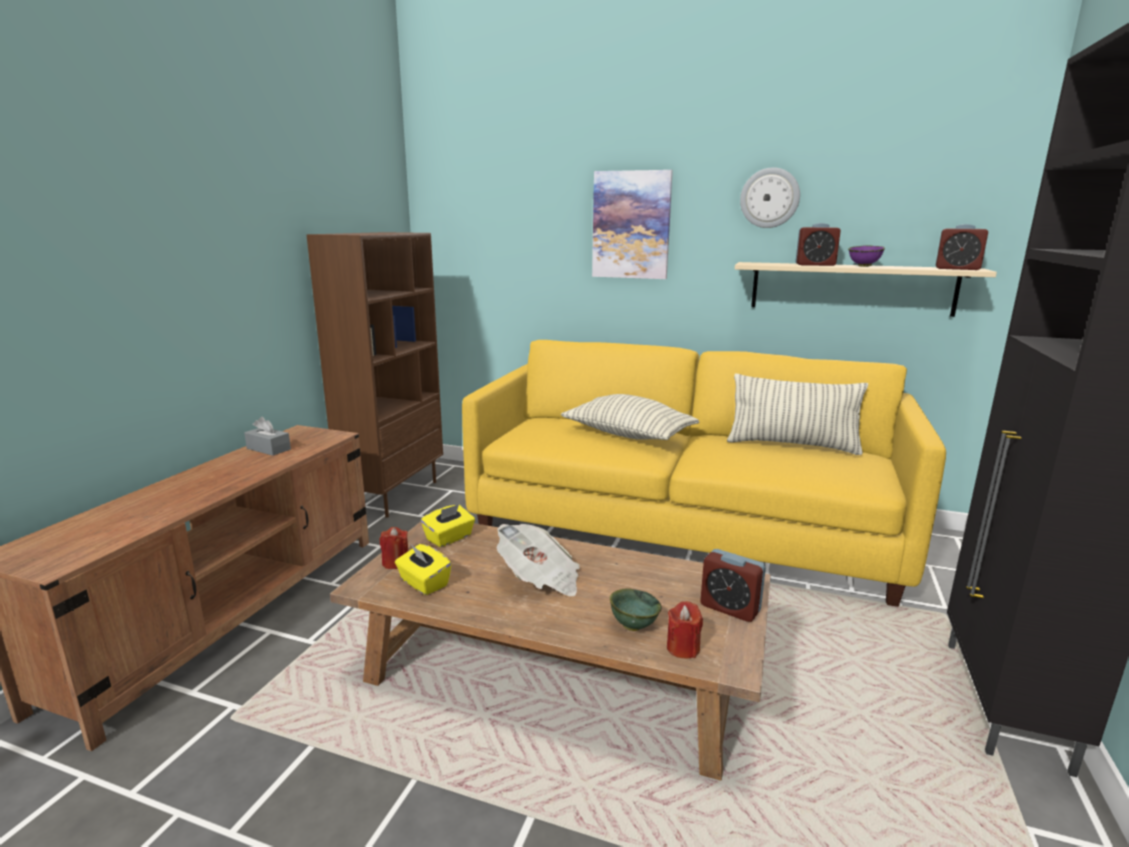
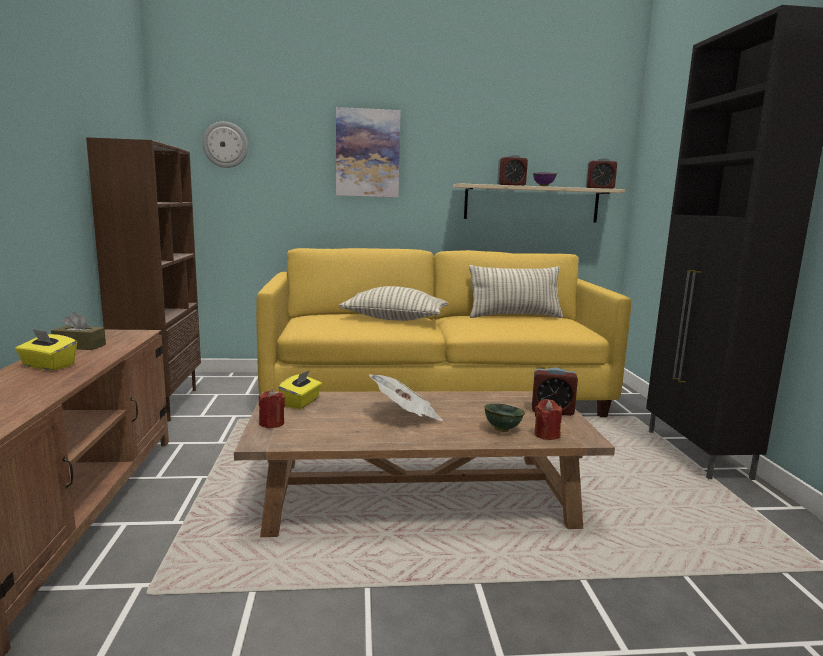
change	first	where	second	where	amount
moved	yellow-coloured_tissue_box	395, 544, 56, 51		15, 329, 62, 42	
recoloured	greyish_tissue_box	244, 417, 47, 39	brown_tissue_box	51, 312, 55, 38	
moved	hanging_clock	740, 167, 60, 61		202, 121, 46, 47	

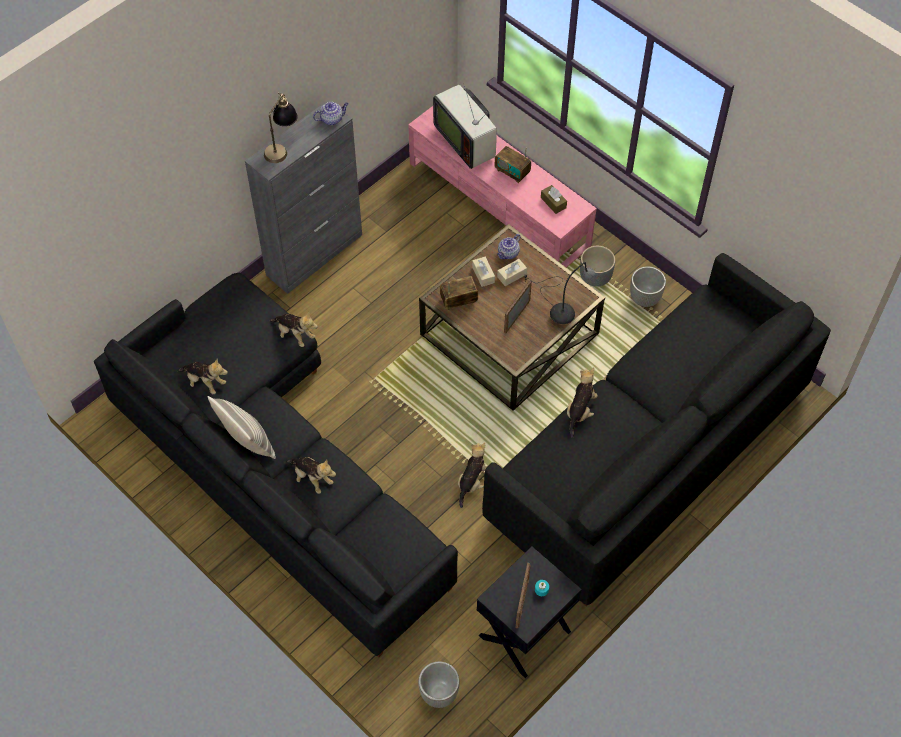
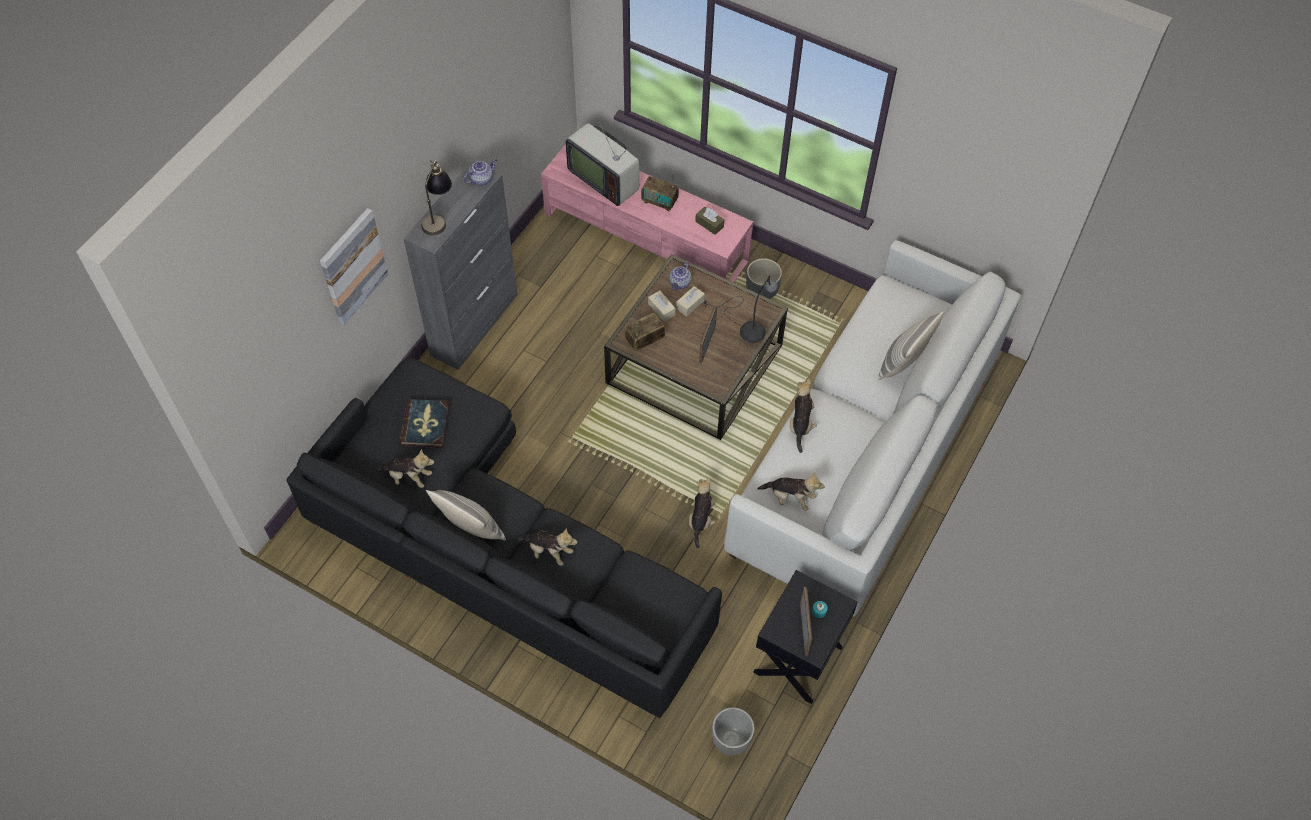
change	first	where	second	where	amount
added			picture	320, 208, 68, 117	
added			book	399, 399, 50, 49	
recoloured	blackish_sofa	482, 253, 349, 353	whitish_sofa	724, 240, 296, 377	
moved	plush_toy	270, 312, 48, 35		758, 472, 67, 39	
added			cushion	878, 312, 66, 68	
removed	flower_pot	630, 266, 36, 41			

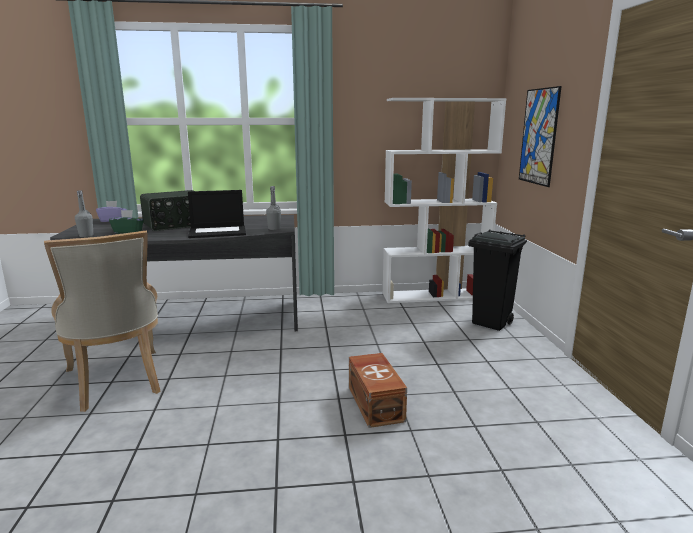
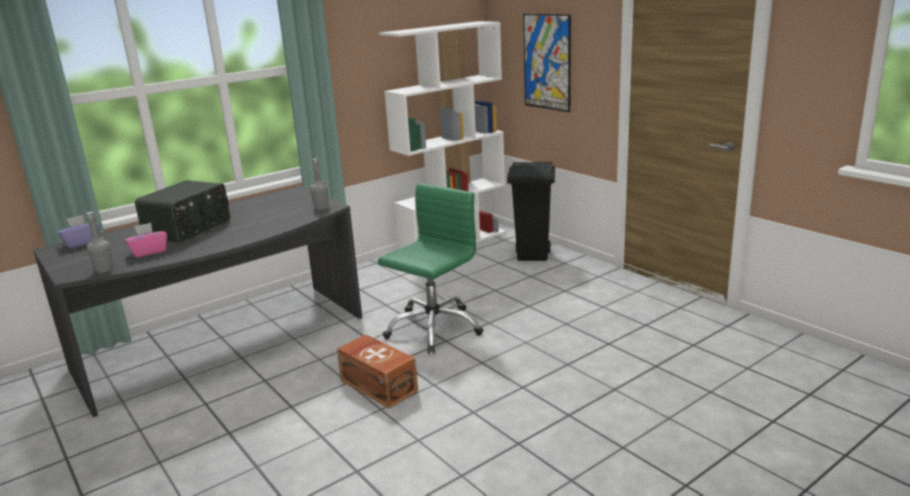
change	first	where	second	where	amount
recoloured	greenish_tissue_box	109, 210, 35, 24	pink_tissue_box	125, 223, 42, 35	
moved	brown_storage_box	349, 353, 58, 75		337, 334, 81, 74	
added			greenish_computer_chair	378, 183, 105, 171	
removed	beige_plain_chair	44, 231, 117, 181			
removed	notebook_computer	188, 190, 58, 48			

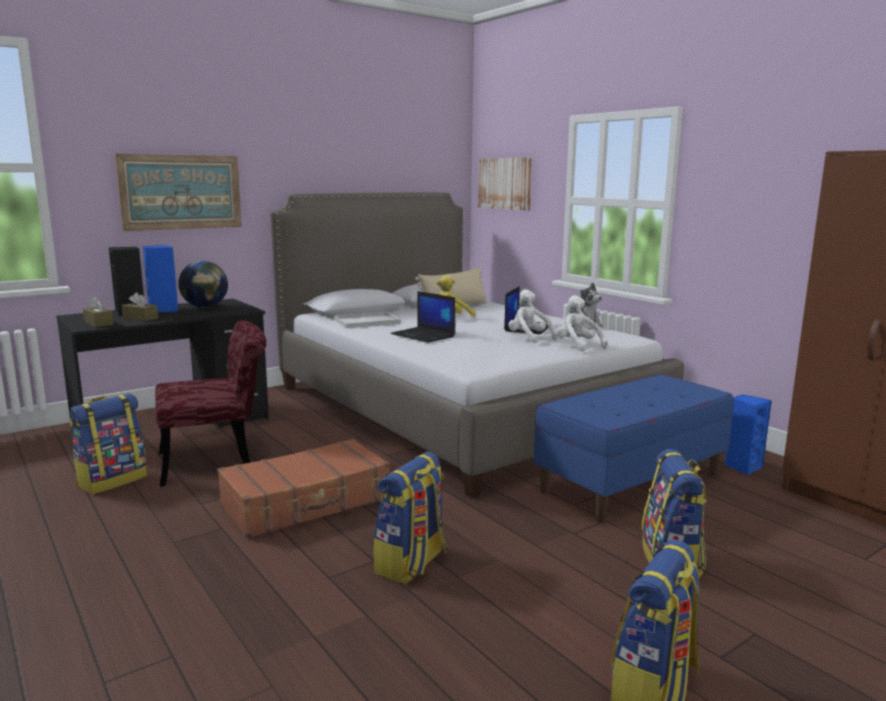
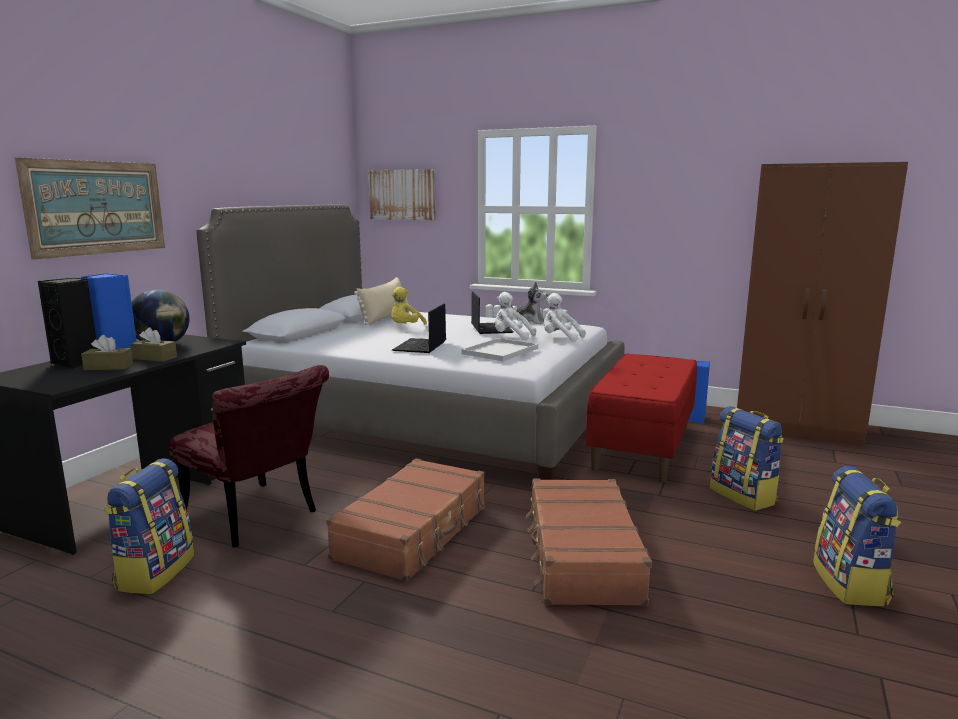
change	first	where	second	where	amount
moved	brown_tissue_box	83, 296, 30, 31		131, 327, 46, 35	
turned	reddish_plain_chair	155, 320, 111, 167		169, 365, 160, 182	90 degrees clockwise
turned	notebook_computer	390, 291, 65, 52		392, 303, 54, 50	90 degrees clockwise
moved	whitish_serving_tray	334, 312, 67, 16		462, 338, 76, 23	
replaced	backpack	373, 452, 74, 132	brown_piece_of_luggage	526, 479, 126, 127	
recoloured	bluish_bench	534, 374, 199, 149	reddish_bench	586, 353, 111, 129	

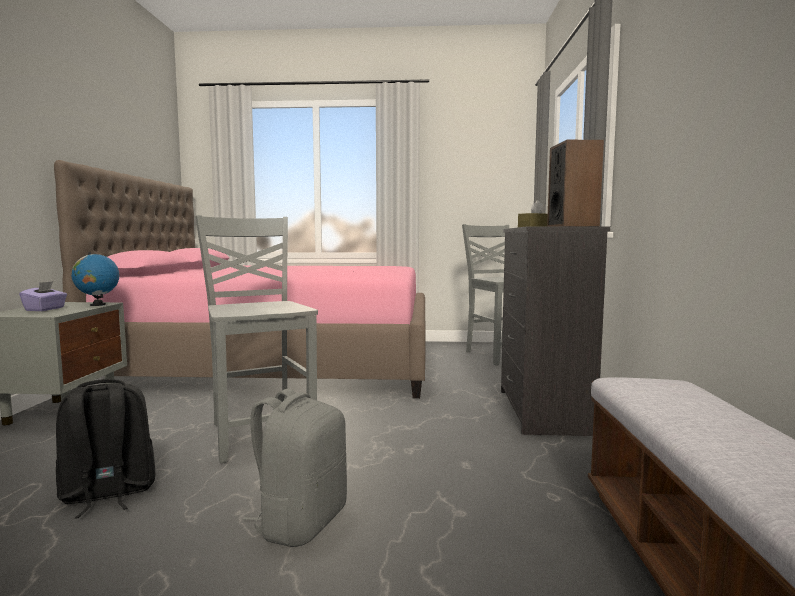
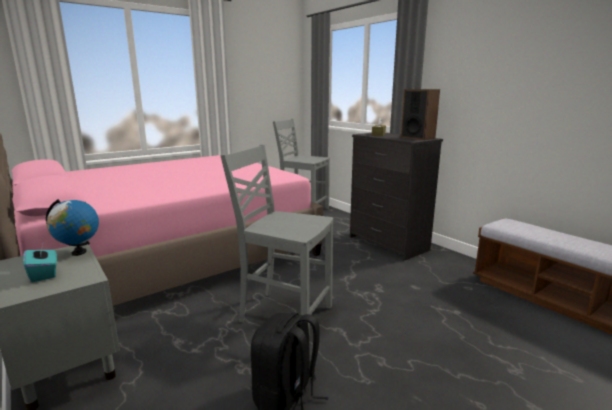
change	first	where	second	where	amount
recoloured	purple_tissue_box	19, 281, 48, 30	blue-green_tissue_box	23, 244, 34, 38	
removed	greyish_backpack	242, 389, 105, 158			

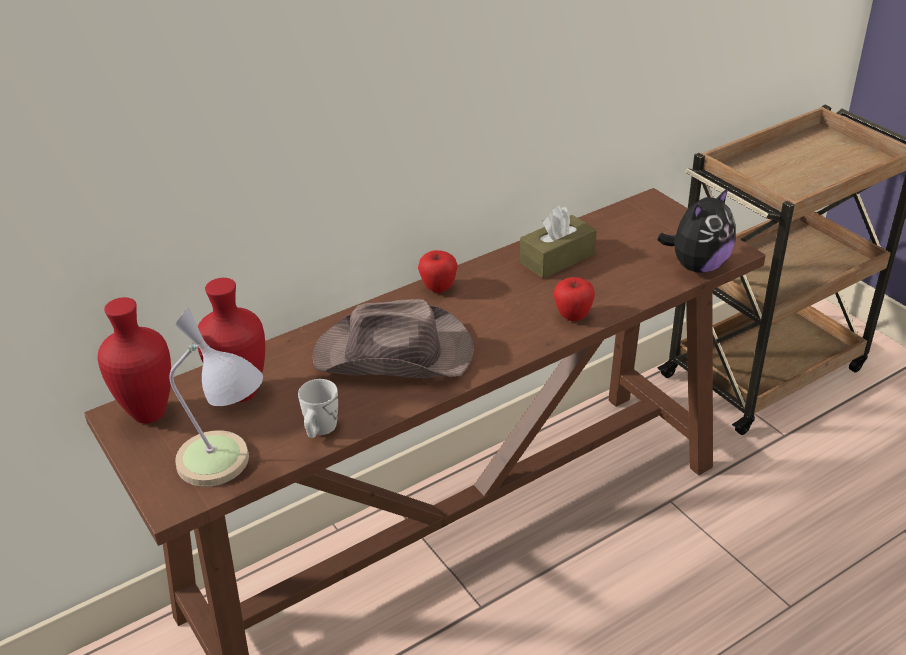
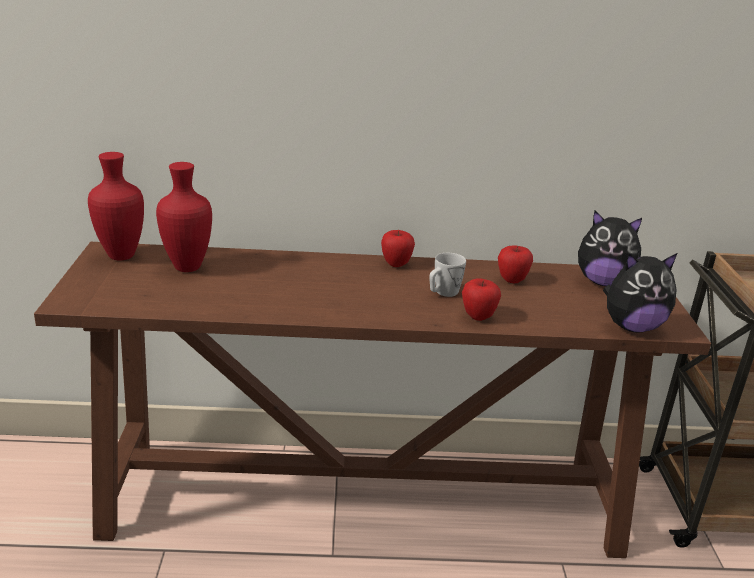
change	first	where	second	where	amount
moved	whitish_coffee_mug	298, 379, 40, 59		429, 253, 37, 44	
replaced	brown_tissue_box	520, 206, 77, 73	apple	498, 246, 35, 37	
added			plush_toy	578, 211, 64, 75	
removed	tabletop_lamp	169, 308, 94, 179			
removed	brown_hat	313, 299, 161, 79			

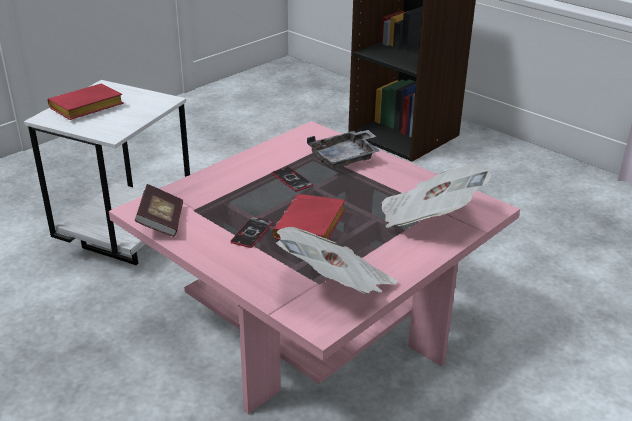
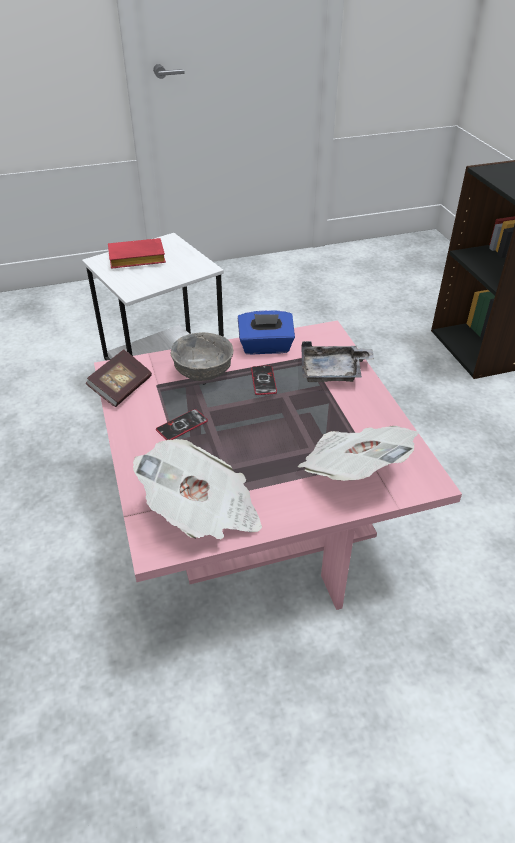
change	first	where	second	where	amount
added			greyish_bowl	171, 332, 62, 49	
added			bluish_tissue_box	238, 310, 57, 45	
removed	reddish_book	272, 194, 73, 46			

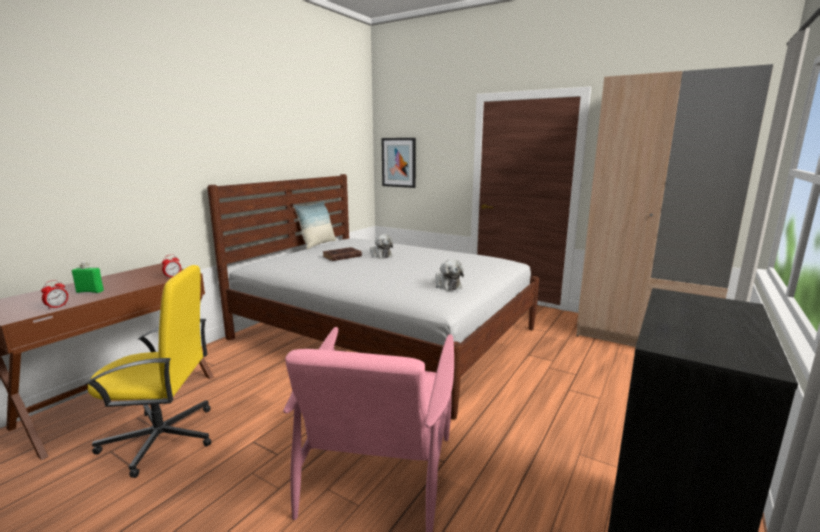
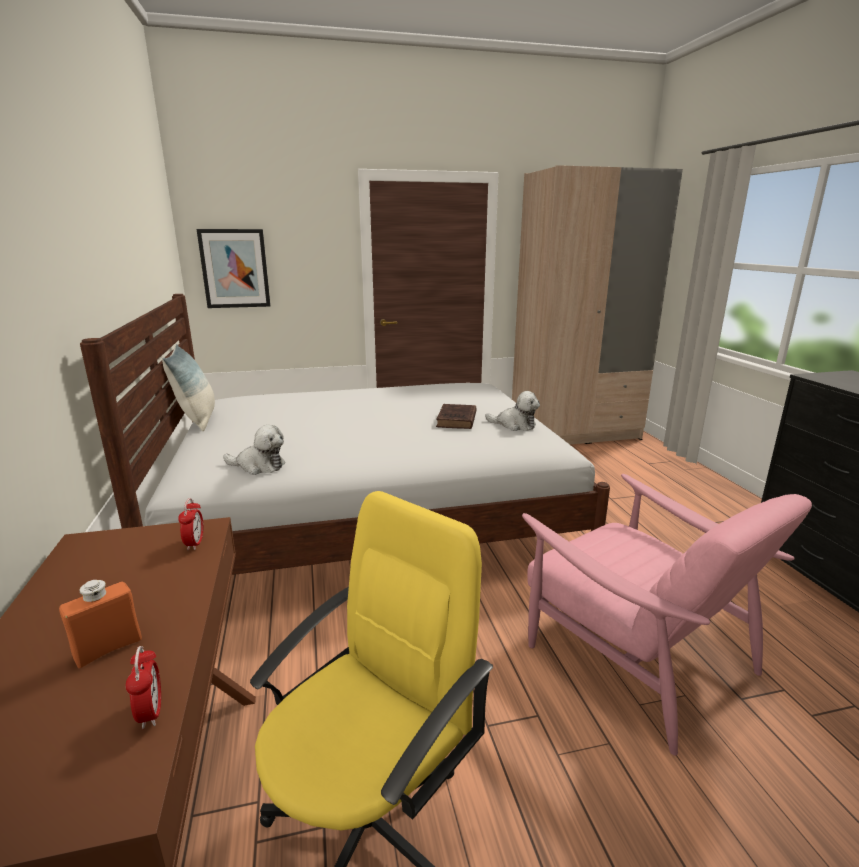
change	first	where	second	where	amount
recoloured	greenish_bottle	72, 262, 32, 31	orangey_bottle	59, 580, 83, 88	
moved	plush_toy	370, 234, 23, 25		223, 425, 62, 50	
moved	brown_book	322, 247, 40, 14		436, 404, 41, 25	

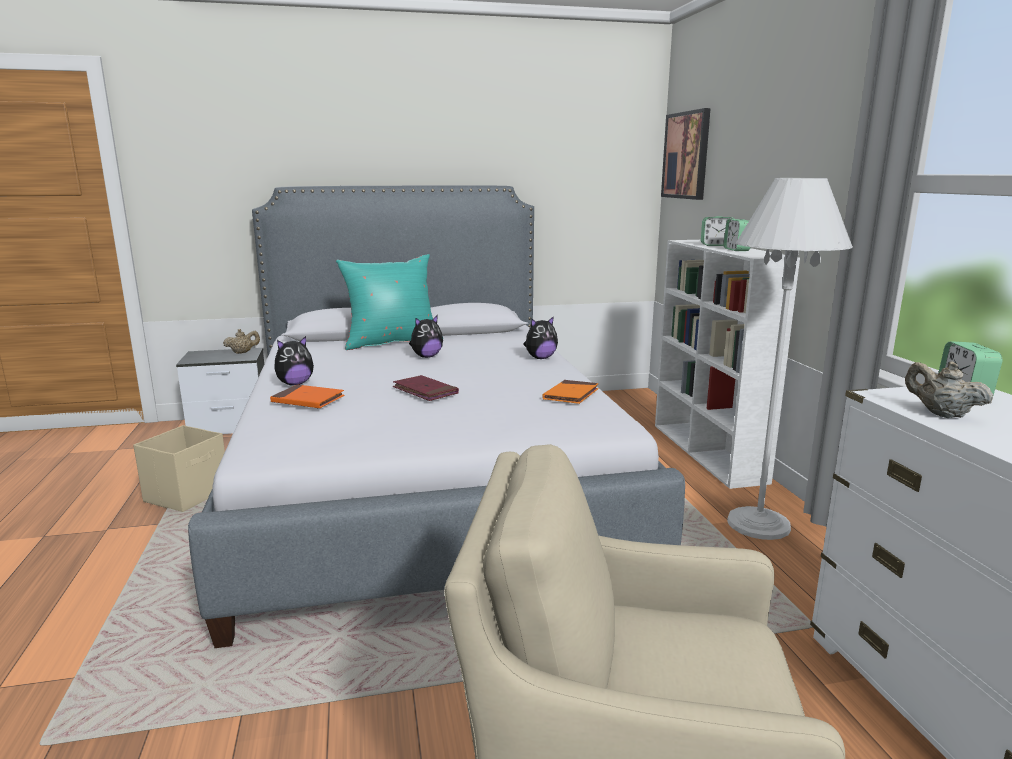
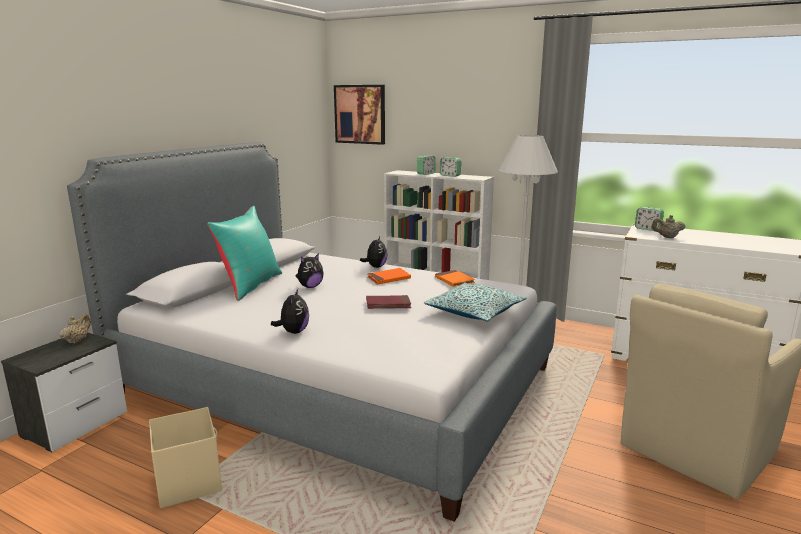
change	first	where	second	where	amount
turned	plush_toy	409, 315, 34, 43		295, 253, 29, 35	45 degrees clockwise
moved	orangey_book	270, 385, 75, 23		367, 268, 44, 17	
added			cushion	424, 283, 102, 39	

